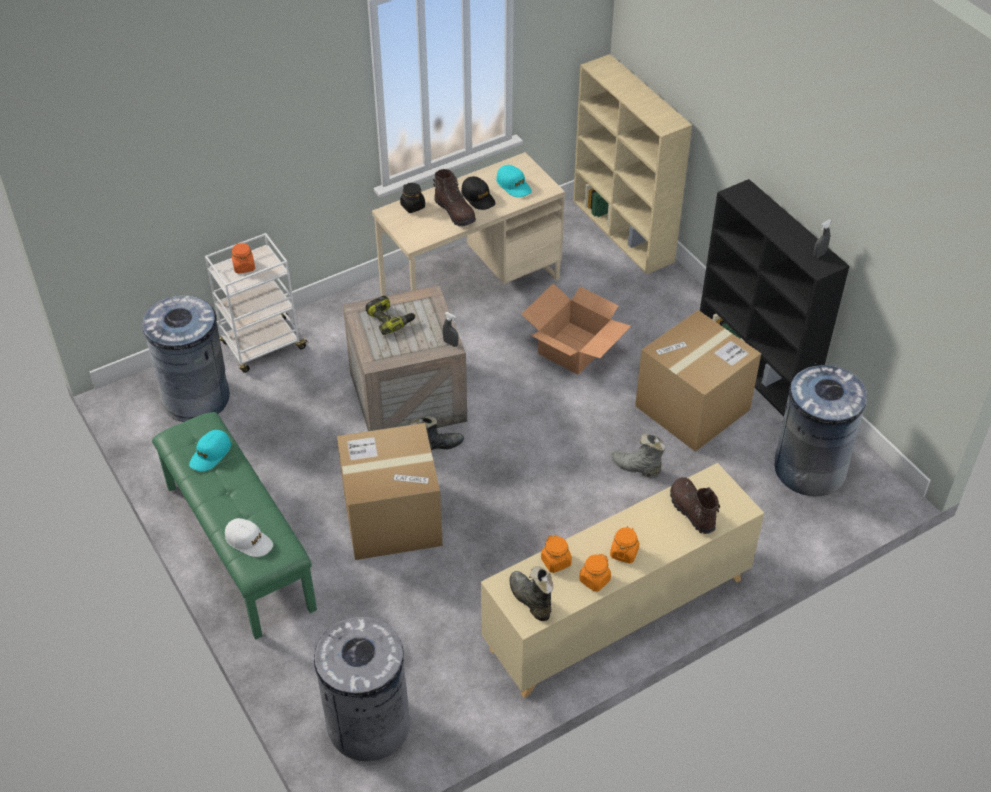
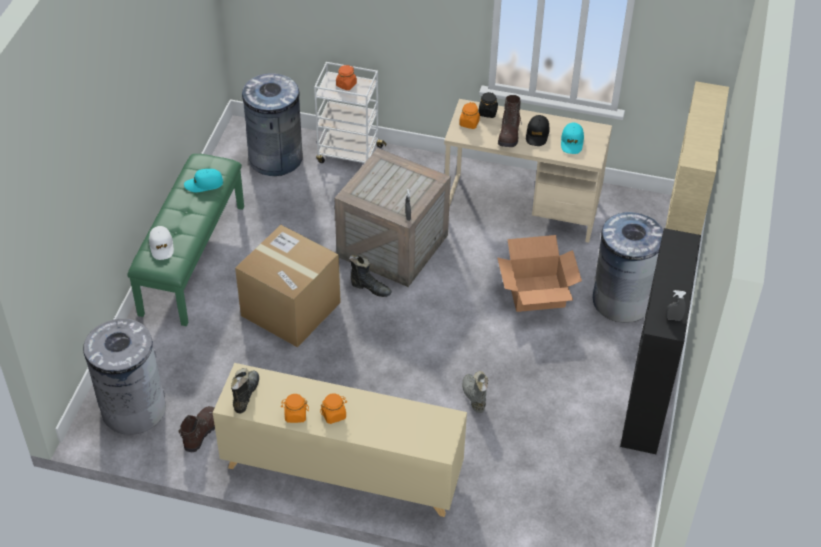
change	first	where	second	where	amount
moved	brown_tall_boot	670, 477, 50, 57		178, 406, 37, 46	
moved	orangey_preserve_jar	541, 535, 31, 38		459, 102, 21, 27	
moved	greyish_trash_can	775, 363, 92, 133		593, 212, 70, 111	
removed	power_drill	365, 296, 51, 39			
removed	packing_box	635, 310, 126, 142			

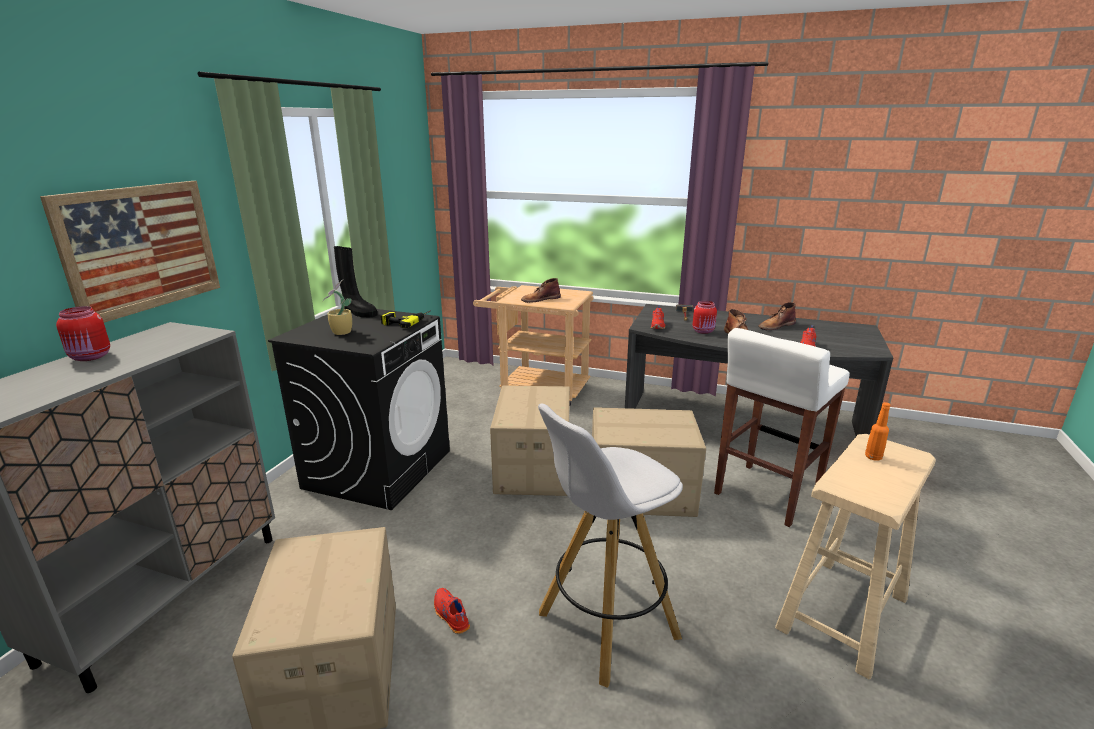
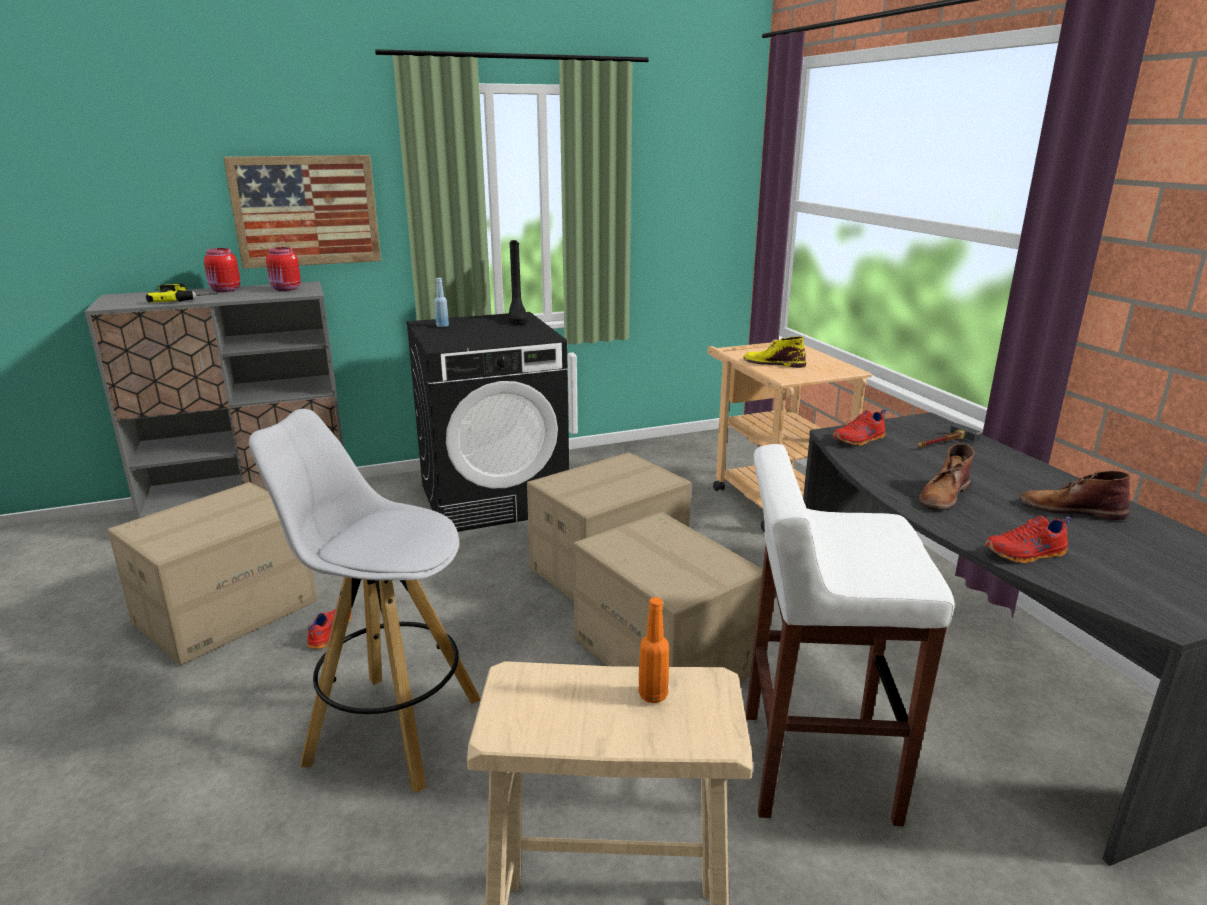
change	first	where	second	where	amount
moved	power_drill	381, 310, 50, 19		146, 283, 72, 20	
moved	reddish_preserve_jar	693, 301, 24, 33		266, 247, 35, 44	
added			bluish_bottle	434, 278, 15, 49	
recoloured	brown_tall_boot	521, 278, 40, 25	yellow-coloured_tall_boot	743, 336, 63, 32	
removed	houseplant	323, 279, 29, 56			

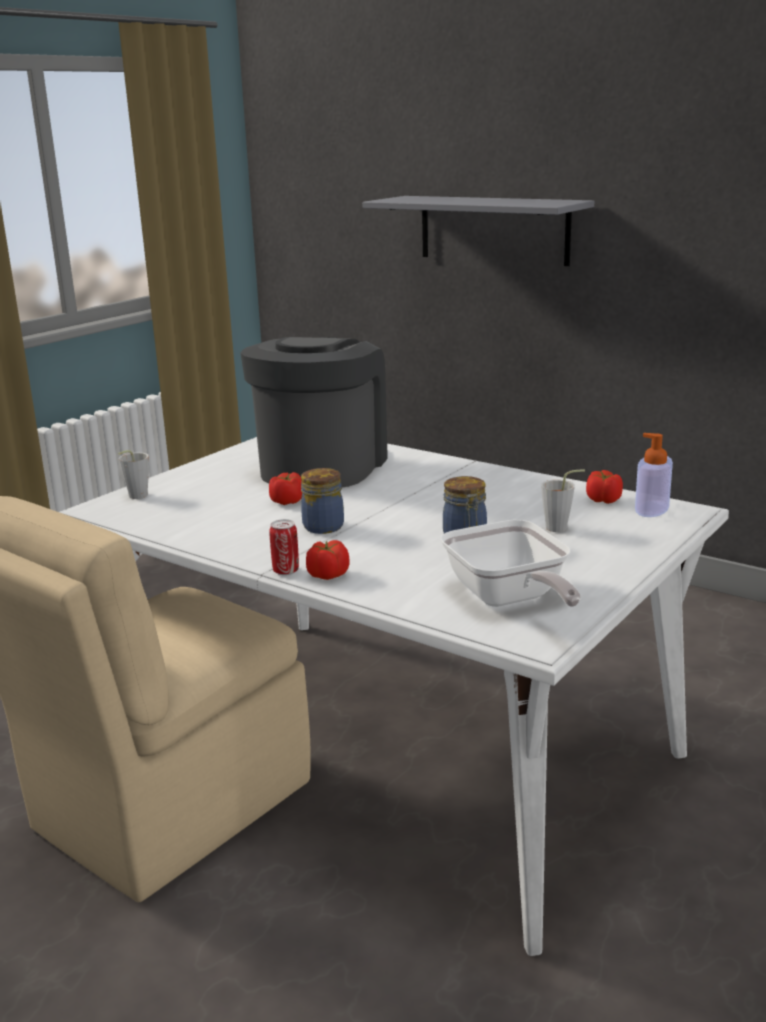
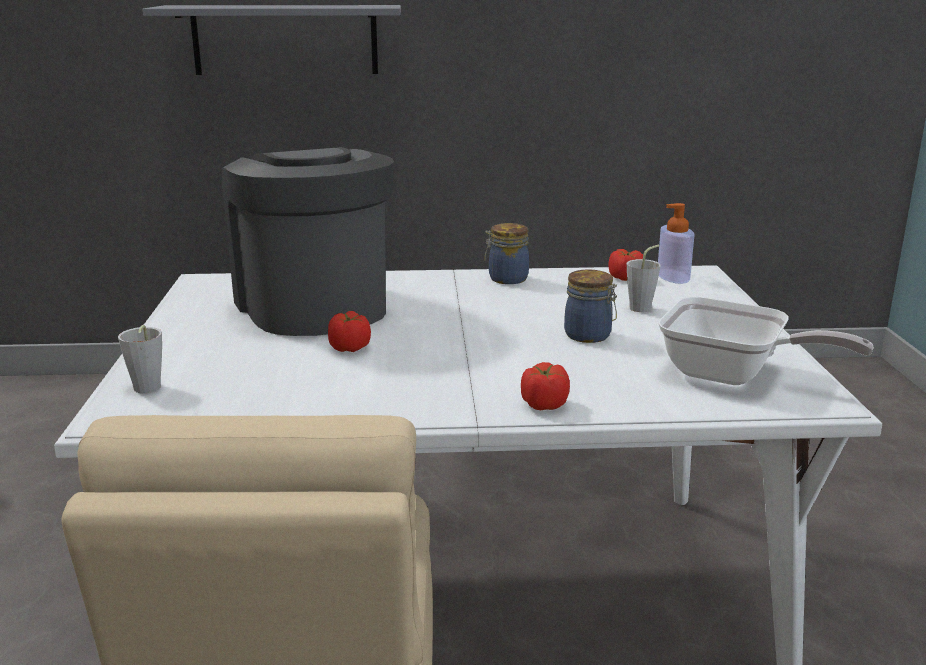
change	first	where	second	where	amount
moved	preserve_jar	301, 468, 43, 66		484, 223, 45, 61	
removed	can	269, 519, 30, 56			

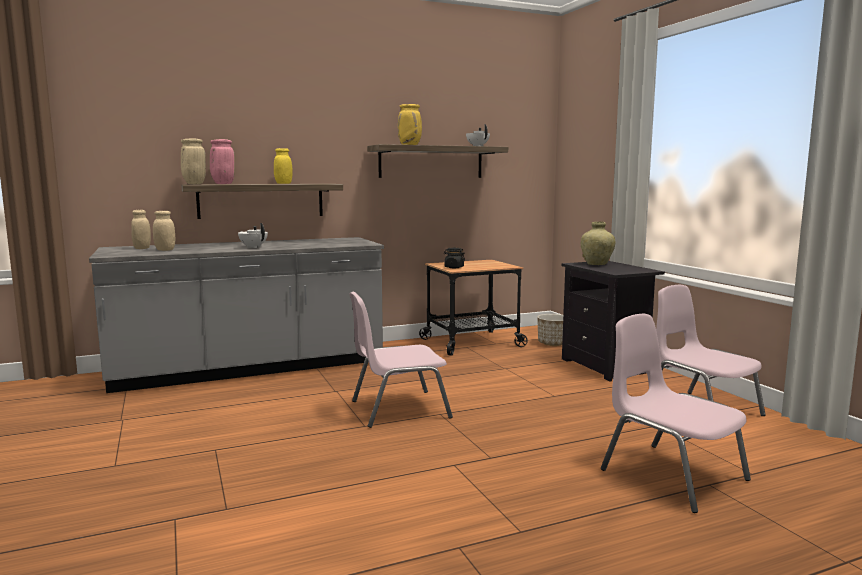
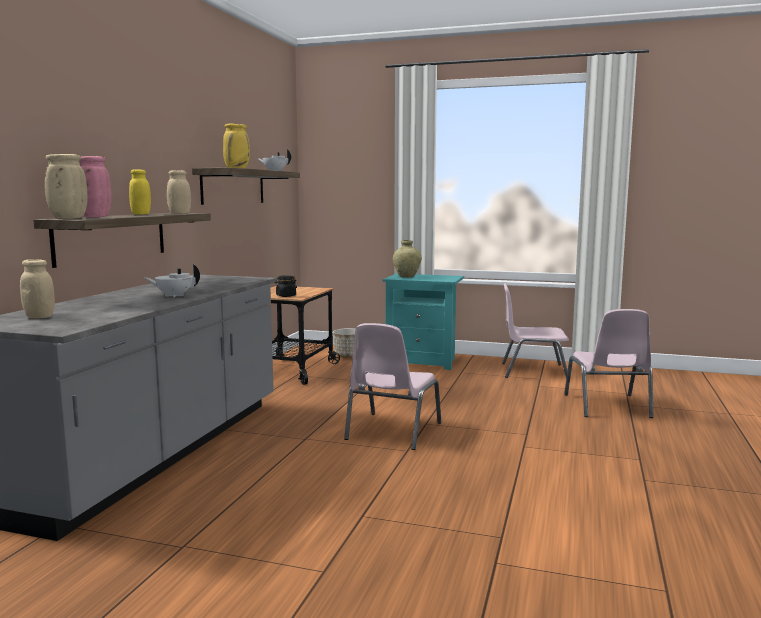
change	first	where	second	where	amount
moved	beige_preserve_jar	153, 211, 22, 40		167, 170, 24, 44	
recoloured	blackish_night_table	561, 261, 104, 121	blue-green_night_table	383, 273, 81, 97	
turned	pink_plain_chair	601, 314, 150, 199		564, 309, 89, 109	90 degrees counterclockwise

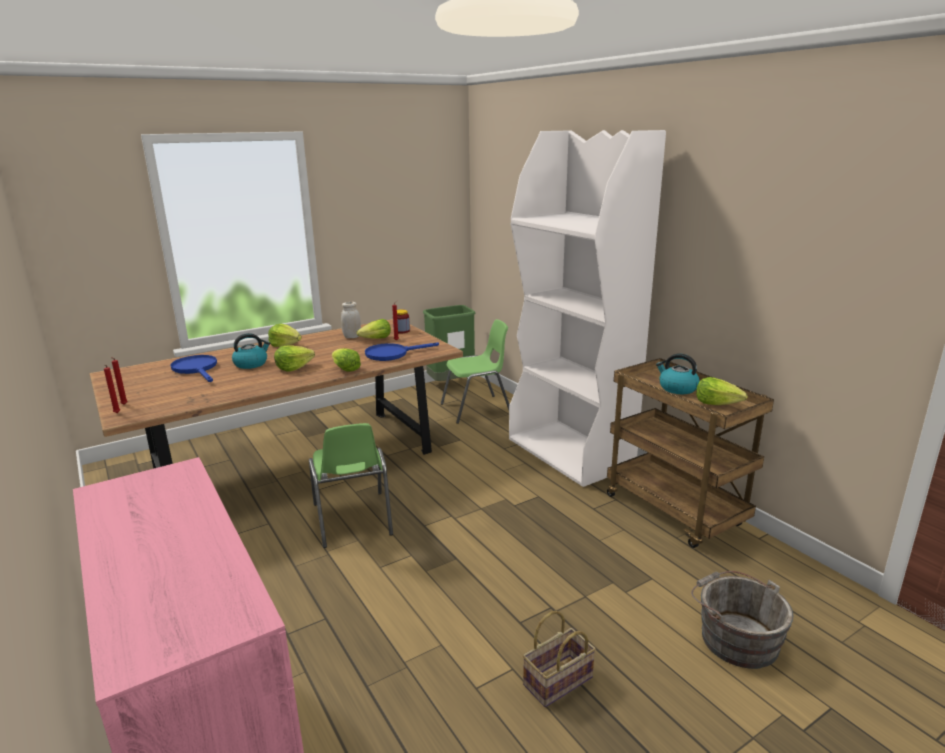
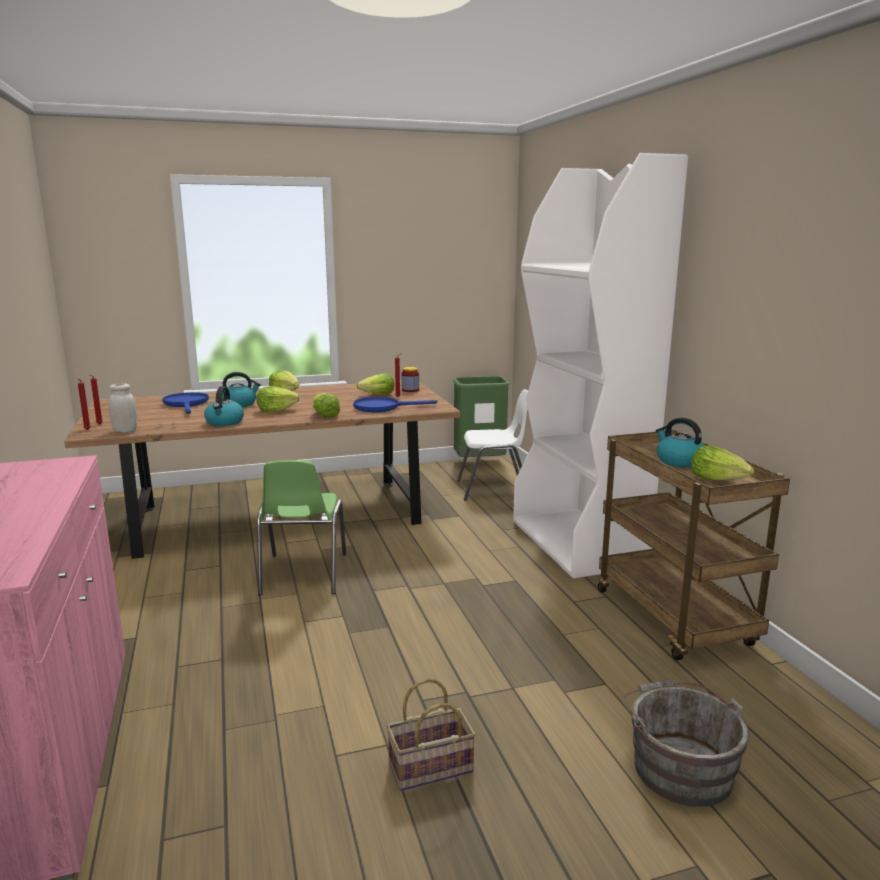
change	first	where	second	where	amount
moved	whitish_preserve_jar	341, 302, 20, 36		109, 384, 28, 49	
added			tea_kettle	204, 386, 40, 40	
recoloured	greenish_plain_chair	441, 319, 69, 105	whitish_plain_chair	457, 389, 71, 112	

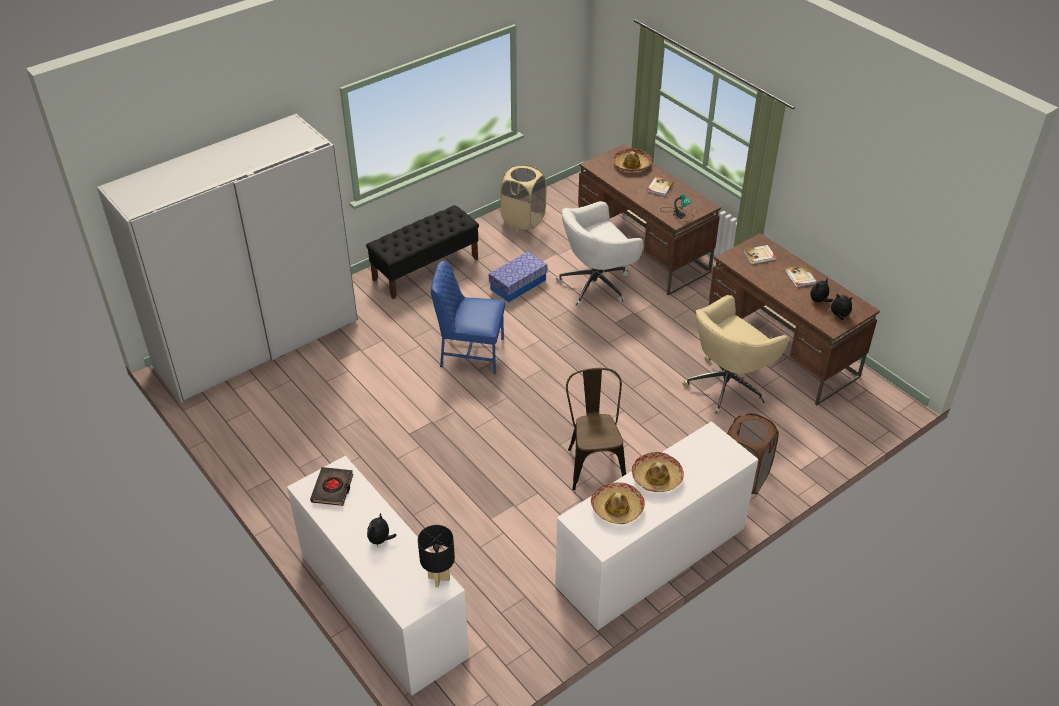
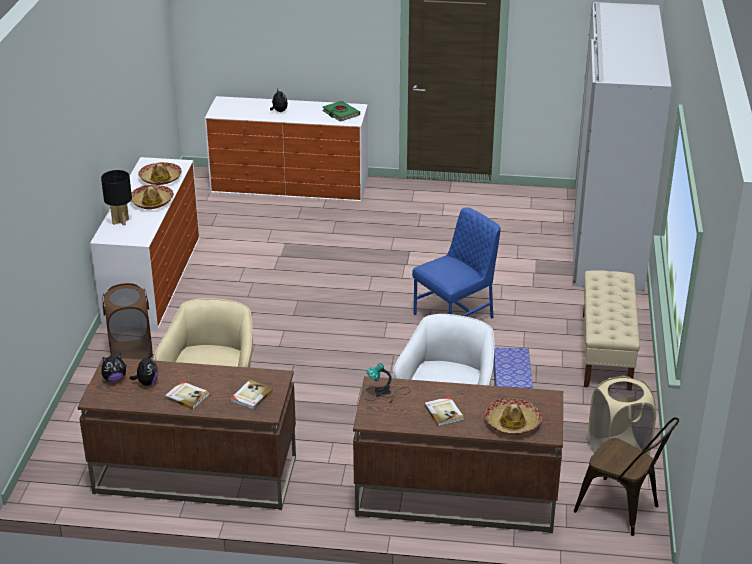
change	first	where	second	where	amount
moved	blackish_tabletop_lamp	418, 525, 37, 63		101, 170, 31, 56	
recoloured	blackish_book	310, 467, 43, 39	greenish_book	323, 101, 37, 21	
moved	brown_plain_chair	566, 368, 60, 122		574, 417, 105, 119	
recoloured	blackish_bench	366, 205, 113, 94	beige_bench	583, 270, 57, 117	

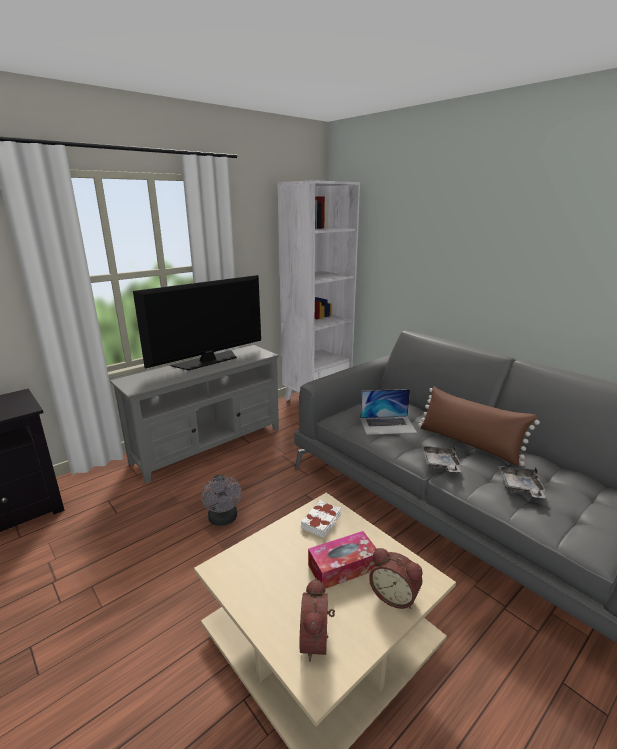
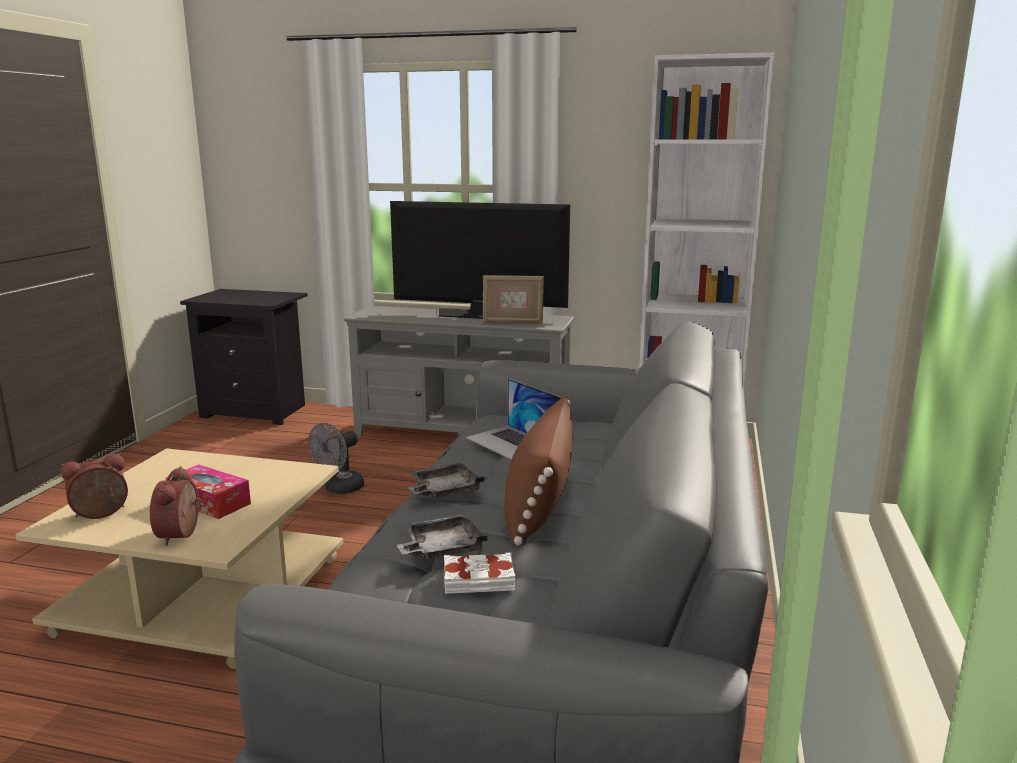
change	first	where	second	where	amount
moved	whitish_book	301, 500, 40, 38		444, 553, 71, 41	
added			standing_frame	483, 275, 61, 49	

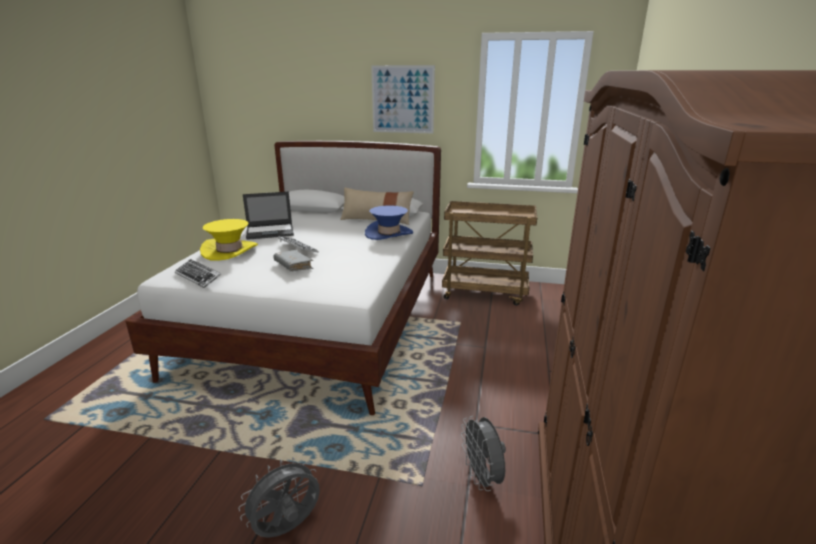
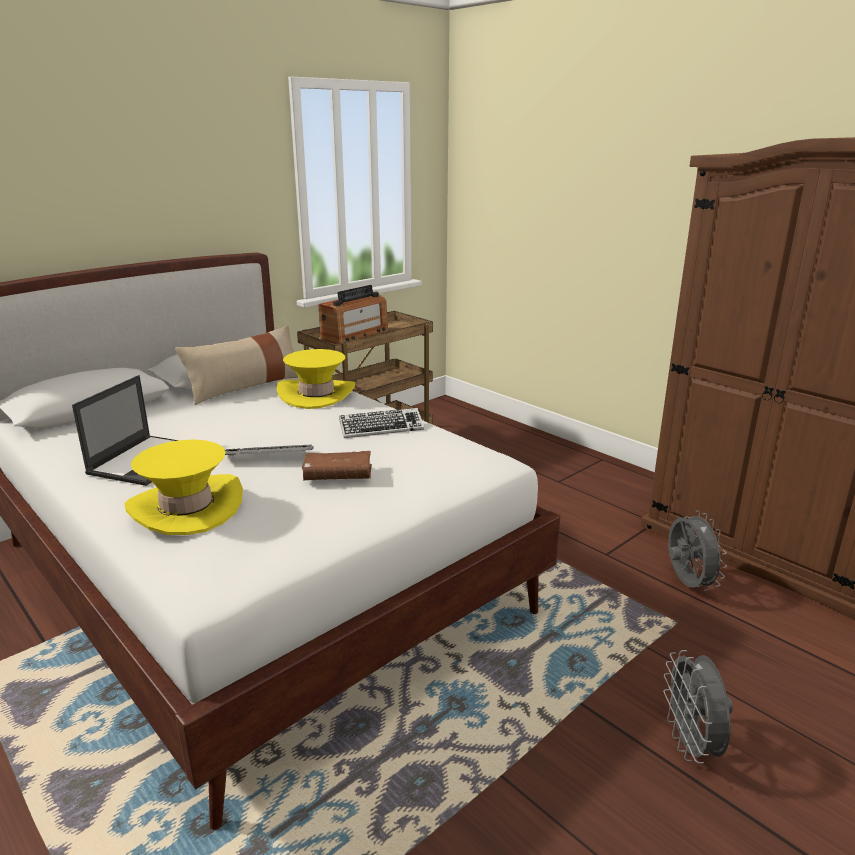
change	first	where	second	where	amount
recoloured	bluish_hat	365, 205, 48, 35	yellow-coloured_hat	277, 349, 78, 60	
recoloured	greyish_book	273, 250, 41, 22	brown_book	302, 451, 70, 29	
added			radio_receiver	318, 285, 70, 59	
moved	keyboard	175, 259, 46, 29		339, 408, 85, 30	
turned	greyish_cooling_fan	461, 416, 45, 75		668, 511, 59, 80	120 degrees counterclockwise
removed	picture	371, 65, 64, 69			

